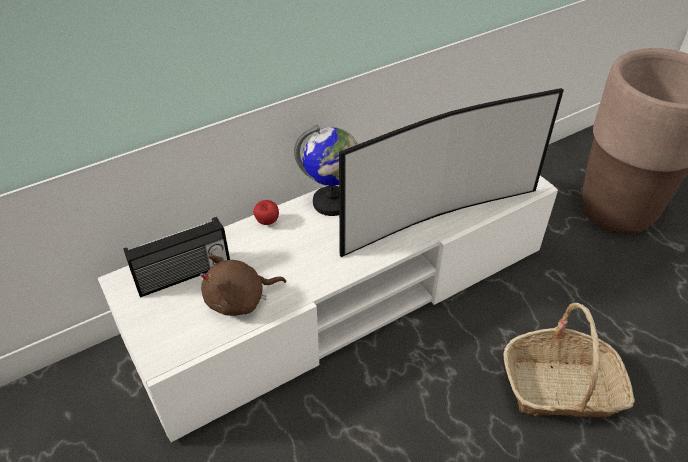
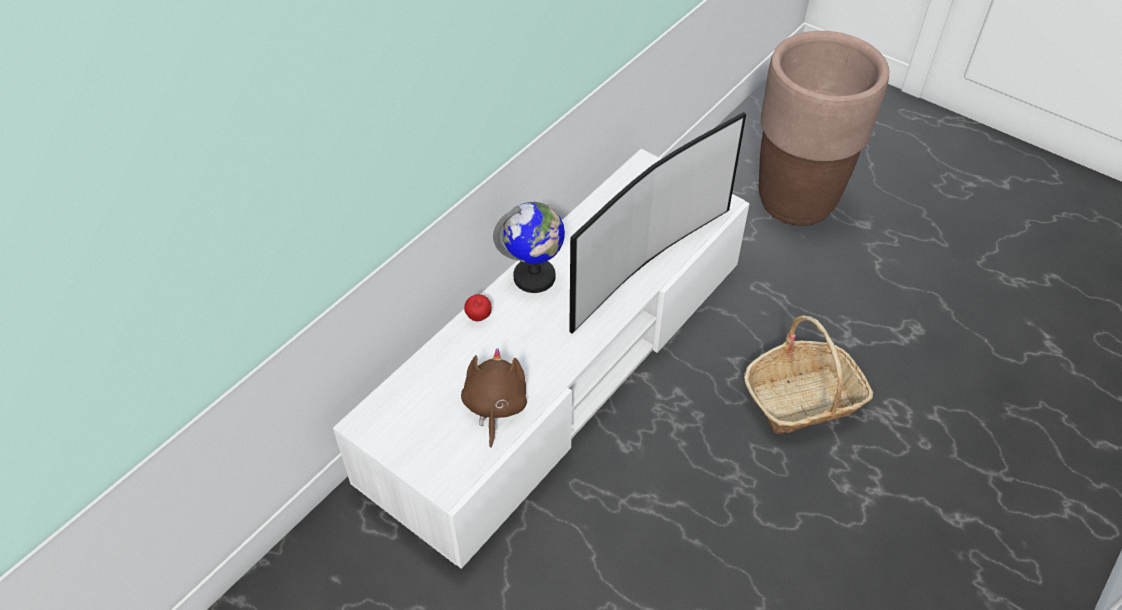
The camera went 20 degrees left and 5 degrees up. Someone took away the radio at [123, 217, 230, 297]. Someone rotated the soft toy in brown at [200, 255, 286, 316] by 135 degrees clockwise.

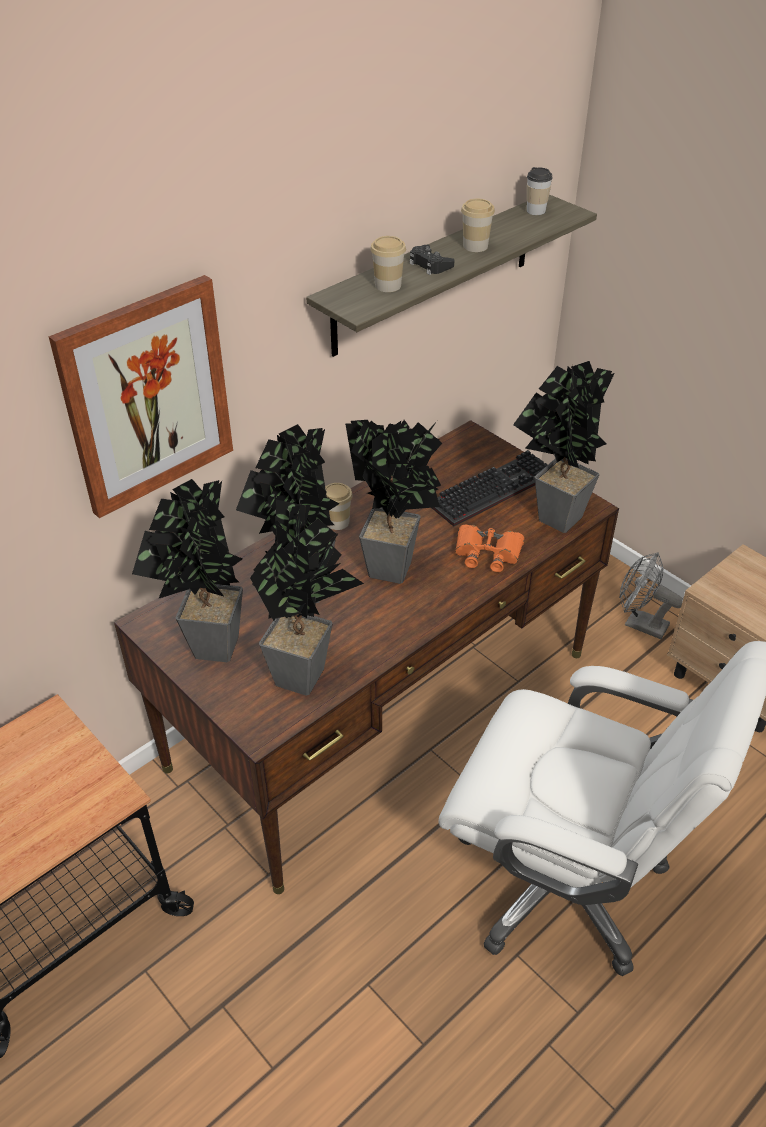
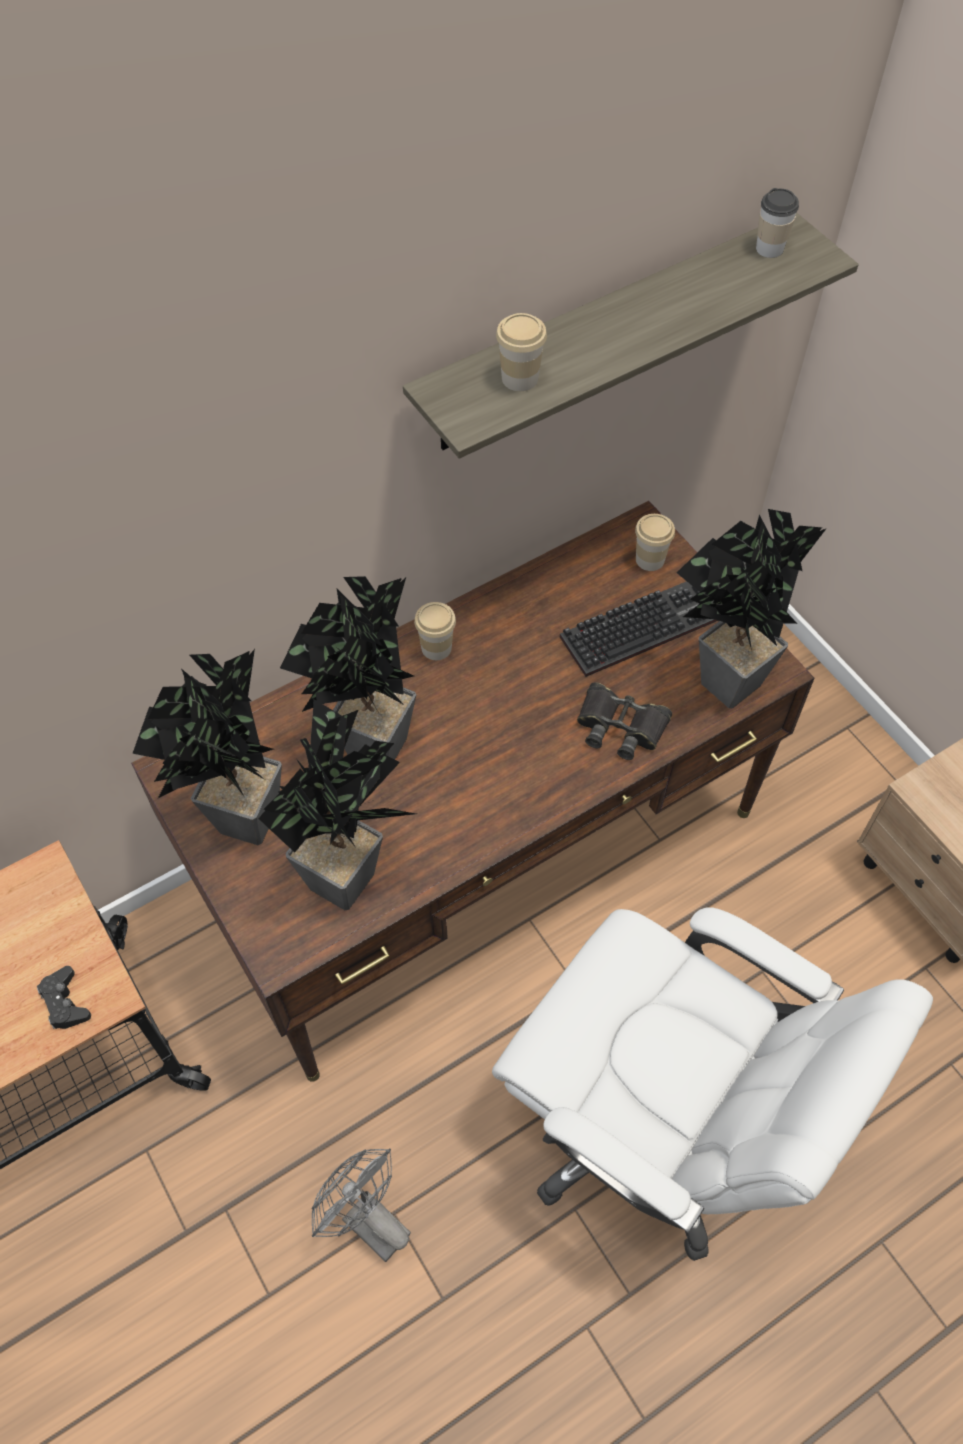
The camera went 10 degrees right and 15 degrees up. Someone carried the drinking cup from [461, 199, 495, 252] to [635, 514, 675, 571]. Someone carried the game controller in black from [409, 245, 454, 275] to [37, 966, 91, 1029]. Someone took away the wall art at [49, 275, 233, 518]. Someone took away the potted plant at [345, 420, 442, 584]. Someone repainted the binoculars in orange at [455, 525, 524, 572], which became the binoculars in black at [577, 682, 672, 760]. Someone carried the electric fan in greyish from [619, 552, 683, 639] to [312, 1148, 411, 1262].

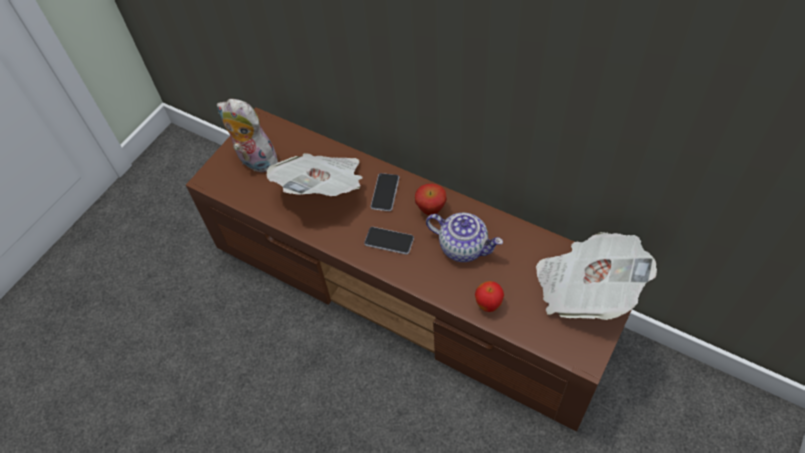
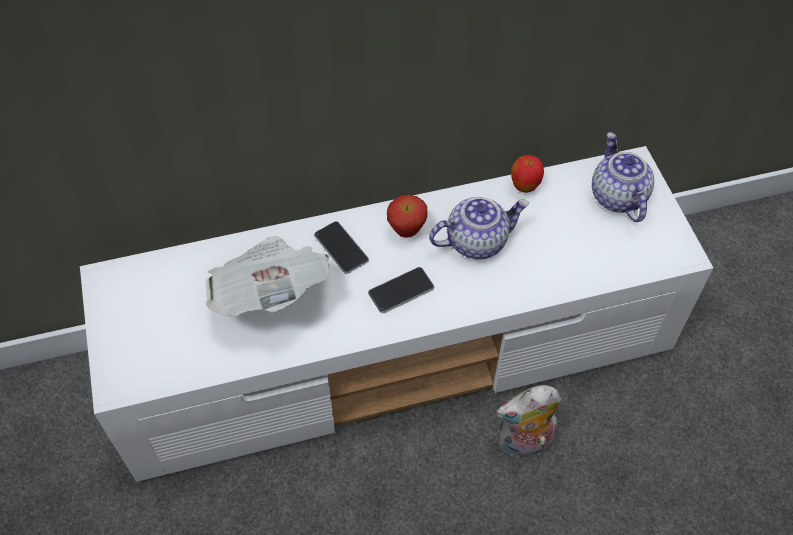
The camera went 50 degrees left and 0 degrees up. Someone carried the soft toy from [217, 99, 283, 172] to [496, 385, 561, 458]. Someone repainted the tv unit in brown at [186, 108, 631, 432], which became the tv unit in white-coloured at [80, 146, 713, 482]. Someone swapped the daily paper at [536, 232, 657, 320] for the pot for tea at [592, 132, 654, 222]. Someone carried the apple fruit from [475, 281, 504, 312] to [511, 155, 544, 193].

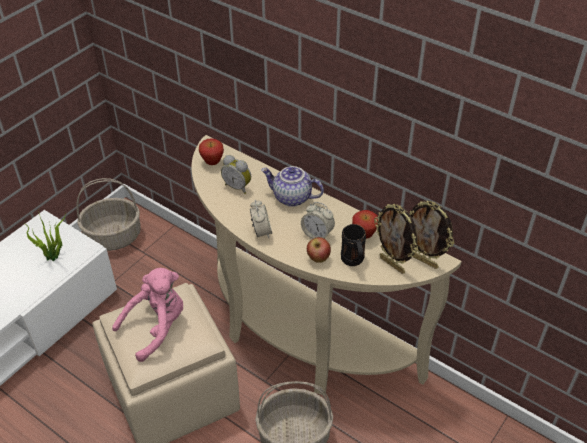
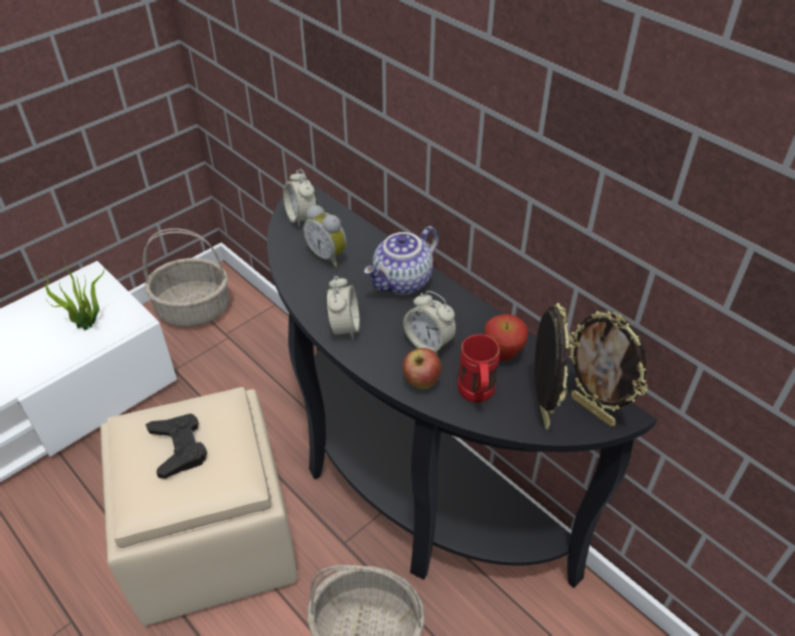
The camera went 10 degrees right and 0 degrees up. Someone repainted the console table in beige-coloured at [192, 135, 462, 395], which became the console table in black at [267, 179, 657, 588]. Someone swapped the apple fruit at [199, 138, 224, 165] for the table clock at [283, 169, 317, 228]. Someone rotated the pot for tea at [261, 166, 324, 207] by 75 degrees counterclockwise. Someone rotated the picture frame at [374, 204, 418, 274] by 150 degrees counterclockwise. Someone repainted the coffee mug in black at [341, 224, 366, 266], which became the coffee mug in red-coloured at [457, 334, 500, 403]. Someone swapped the soft toy in pink at [112, 268, 183, 362] for the game controller in black at [145, 414, 207, 479].

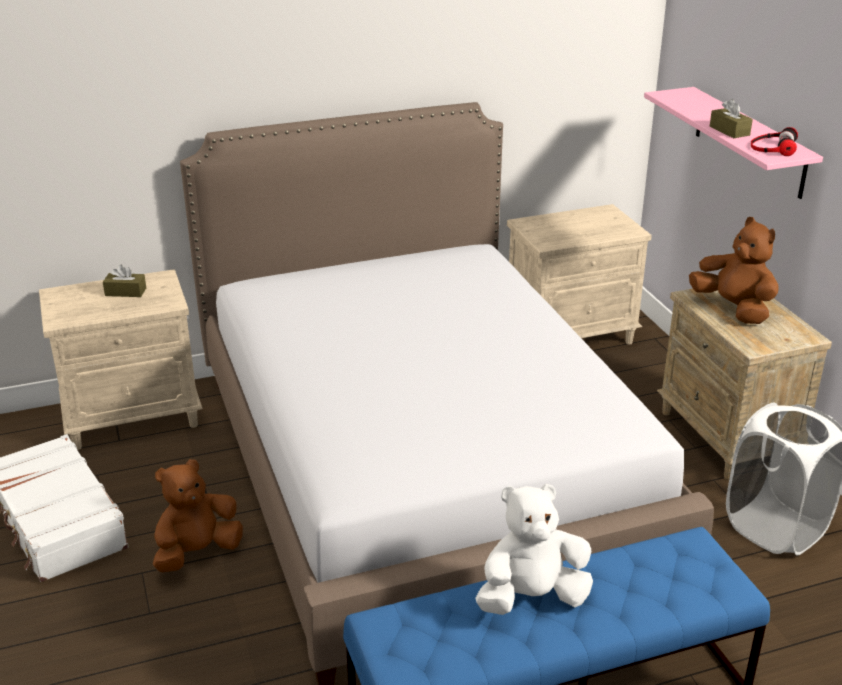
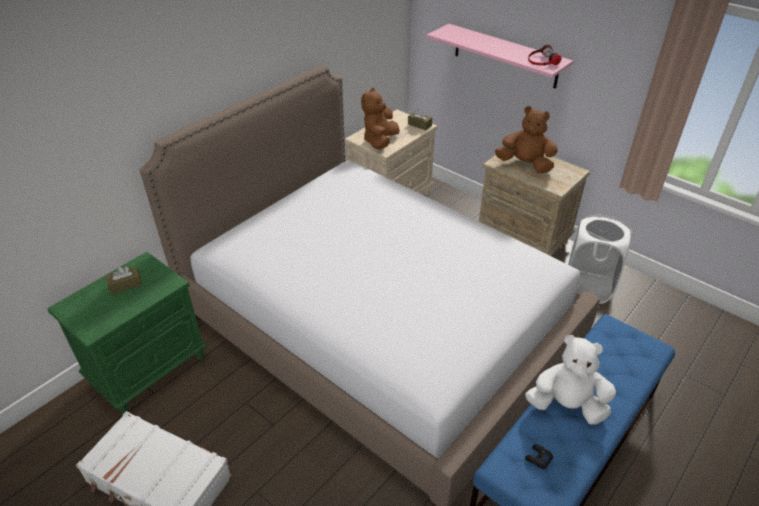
The camera went 30 degrees left and 10 degrees up. Someone carried the tissue holder in brown from [710, 99, 753, 138] to [408, 109, 432, 130]. Someone repainted the bedside table in beige-coloured at [39, 269, 203, 450], which became the bedside table in green at [47, 252, 207, 415]. Someone carried the soft toy in brown from [153, 459, 243, 572] to [361, 87, 400, 150]. Someone rotated the soft toy in white-coloured at [475, 484, 593, 615] by 60 degrees clockwise. Someone put down the game controller in black at [525, 444, 554, 469].

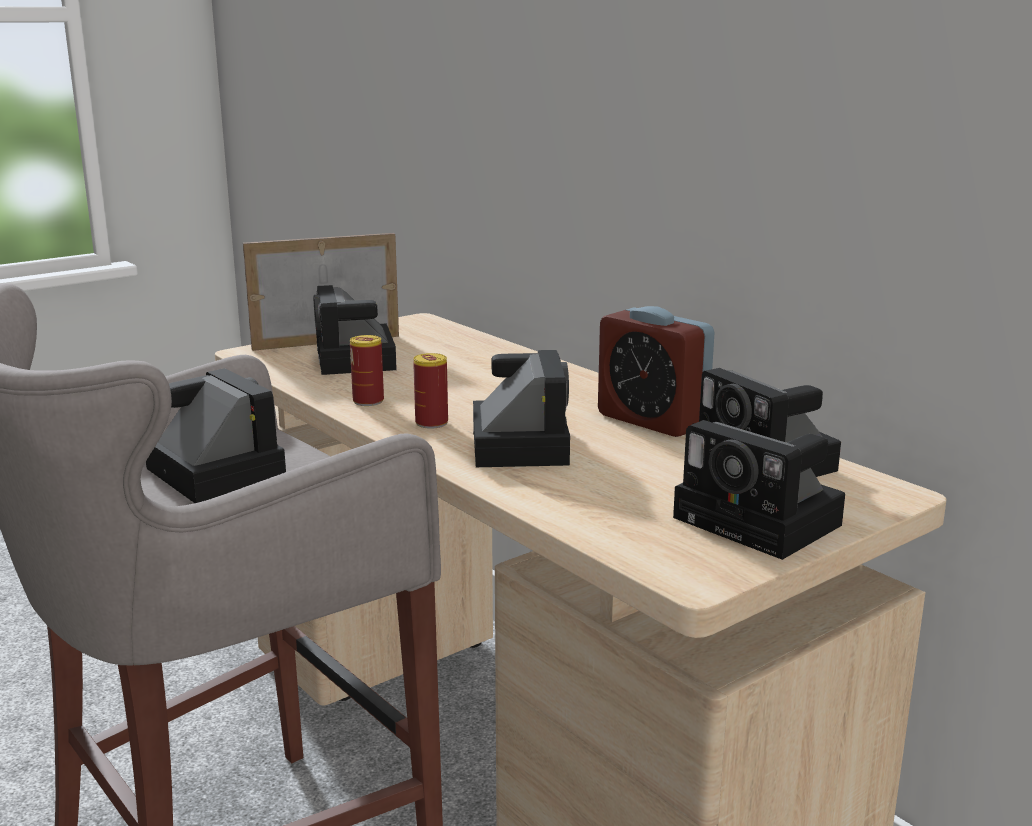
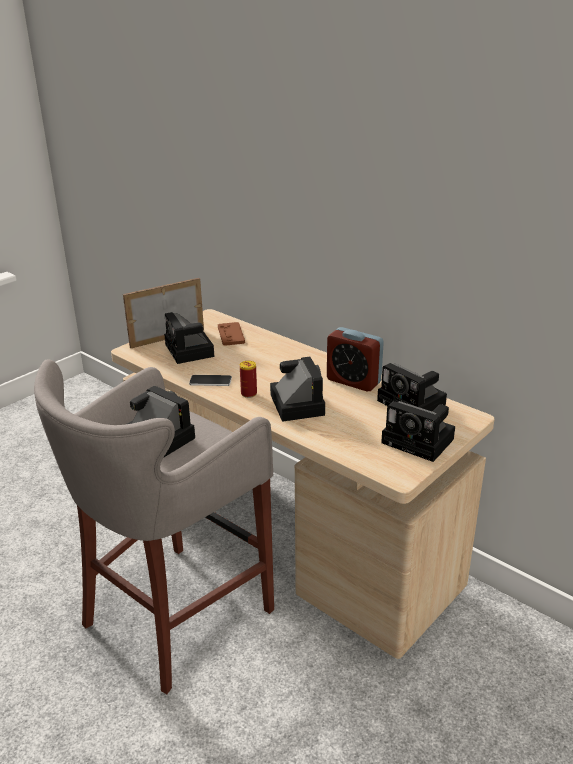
The camera went 10 degrees left and 10 degrees up. Someone swapped the sealed can at [350, 335, 384, 406] for the phone at [189, 375, 232, 386]. Someone put down the game controller in brown at [218, 322, 245, 346].

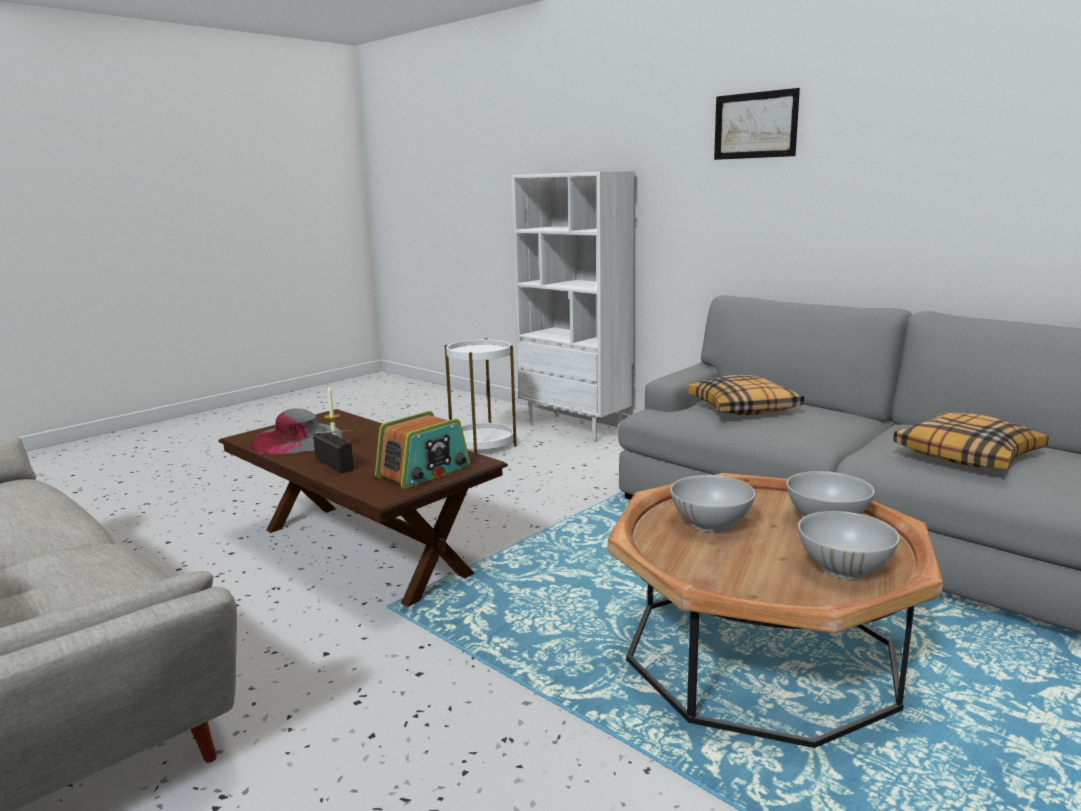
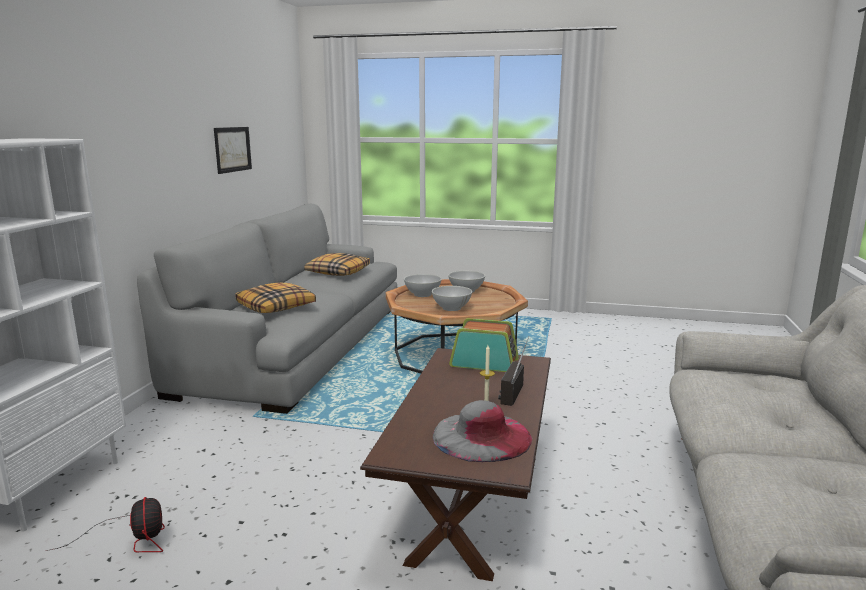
The camera went 120 degrees left and 0 degrees up. Someone carried the wall art from [714, 88, 800, 160] to [214, 127, 252, 174]. Someone swapped the side table in white-coloured at [445, 338, 517, 453] for the electric fan at [46, 497, 165, 552].

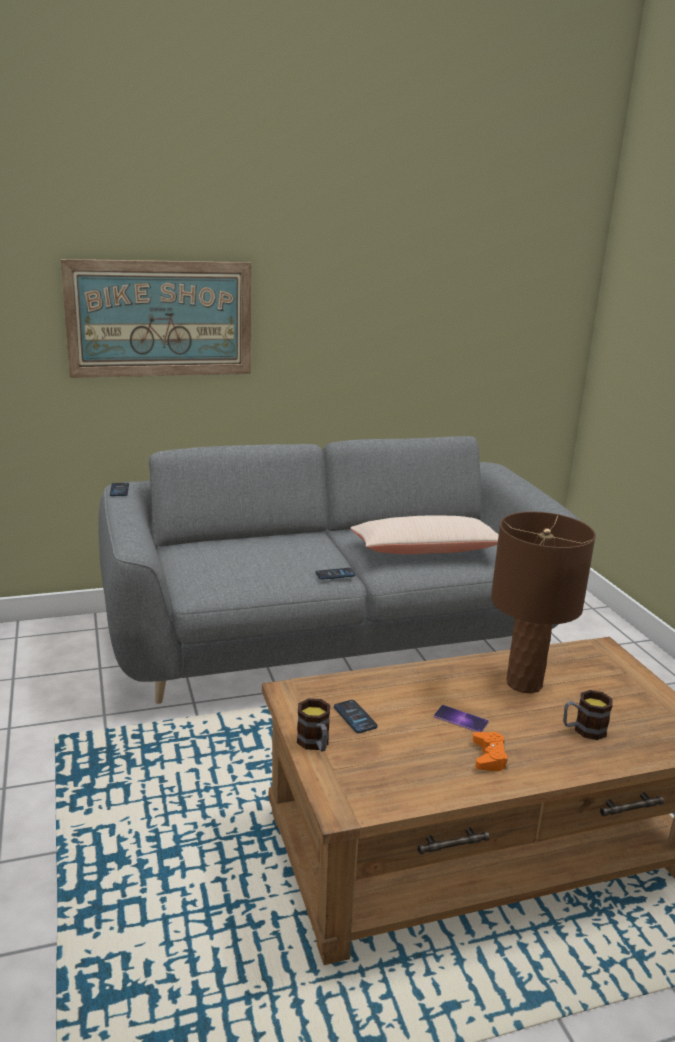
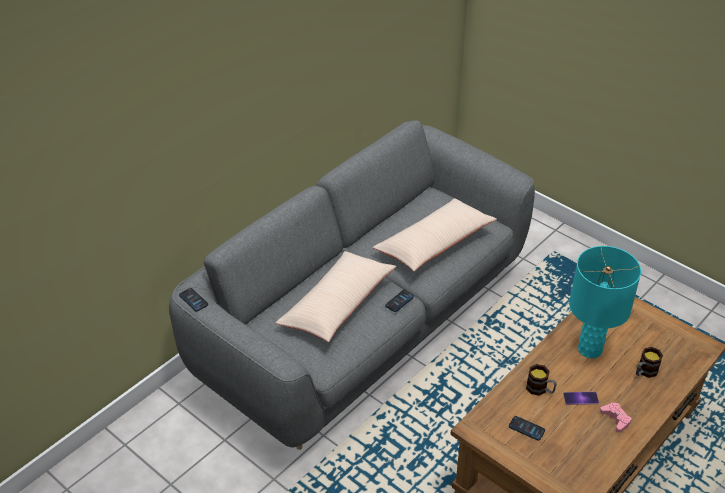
The camera went 30 degrees left and 20 degrees up. Someone took away the wall art at [60, 259, 252, 378]. Someone repainted the lamp for a table in brown at [491, 512, 596, 693], which became the lamp for a table in turquoise-coloured at [569, 246, 641, 358]. Someone carried the coffee mug from [297, 698, 330, 751] to [526, 364, 557, 396]. Someone repainted the game controller in orange at [472, 732, 508, 771], which became the game controller in pink at [600, 402, 632, 433]. Someone put down the pillow in beige-coloured at [276, 251, 396, 342].

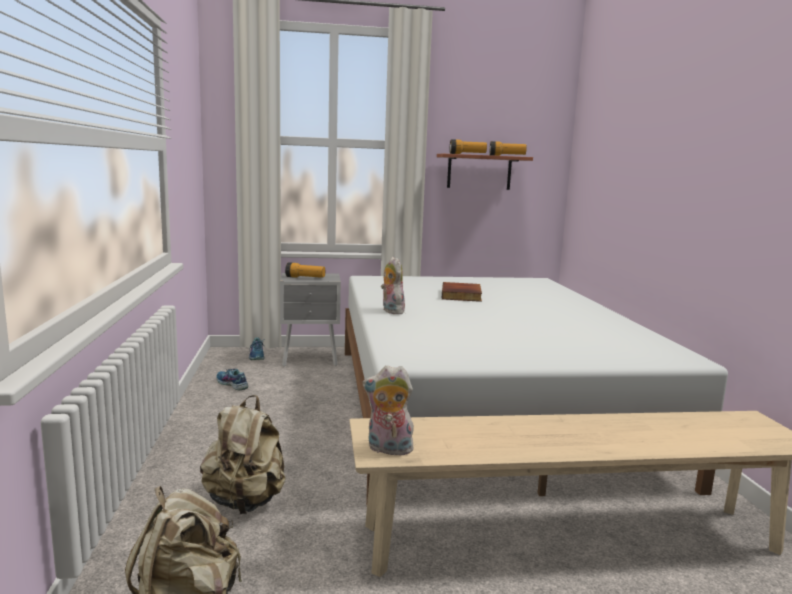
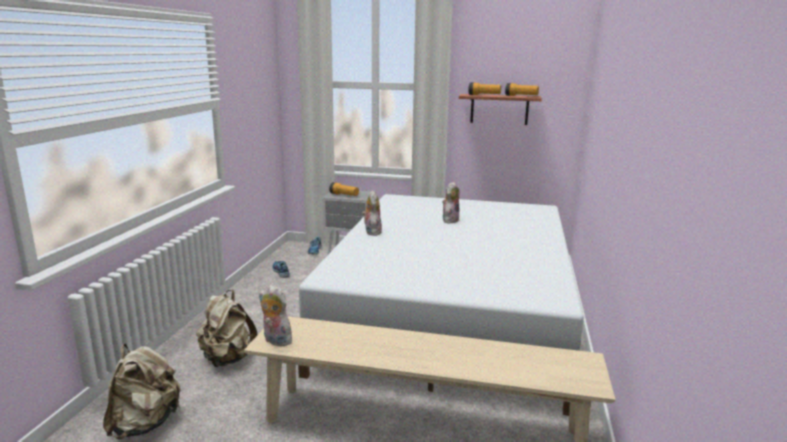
The camera went 20 degrees right and 5 degrees up. Someone swapped the book at [442, 282, 482, 302] for the soft toy at [442, 182, 459, 223].

